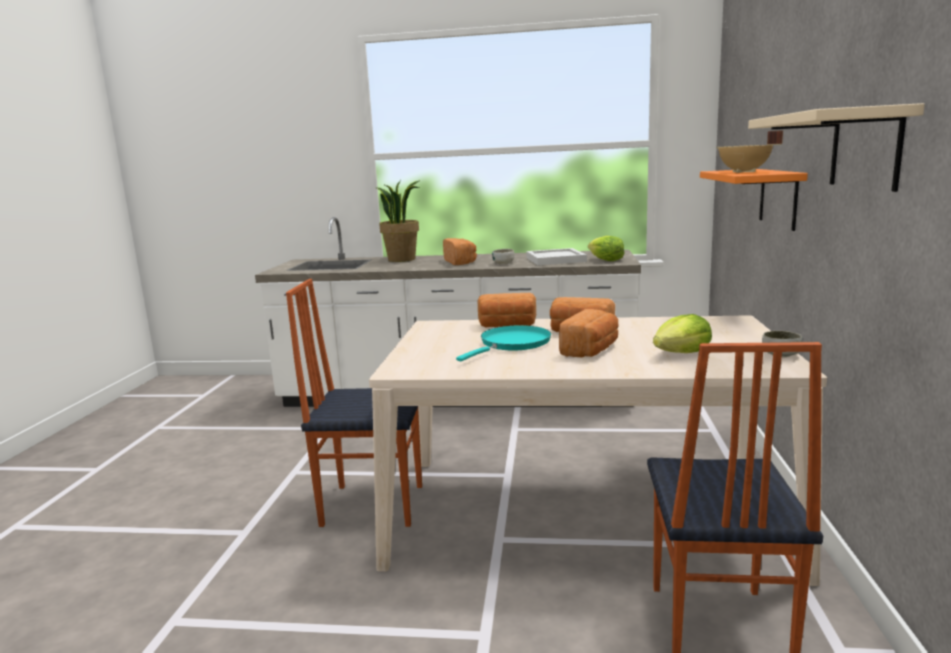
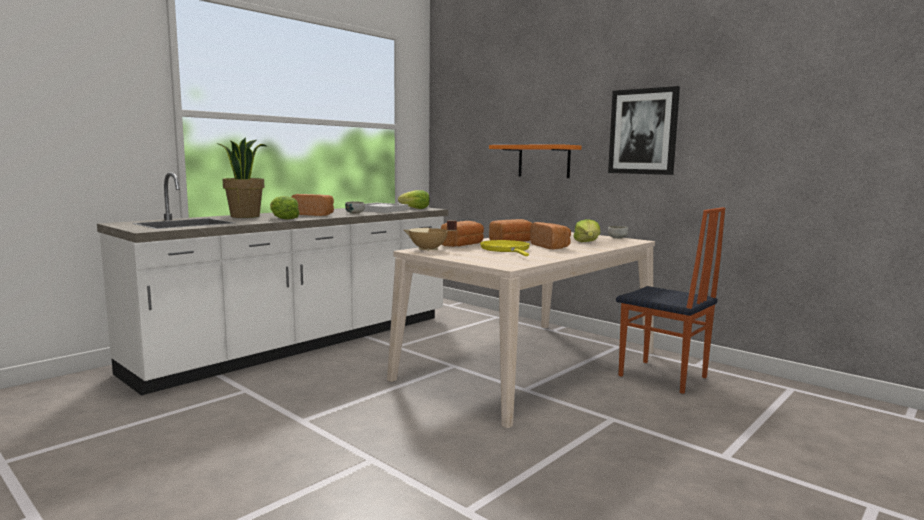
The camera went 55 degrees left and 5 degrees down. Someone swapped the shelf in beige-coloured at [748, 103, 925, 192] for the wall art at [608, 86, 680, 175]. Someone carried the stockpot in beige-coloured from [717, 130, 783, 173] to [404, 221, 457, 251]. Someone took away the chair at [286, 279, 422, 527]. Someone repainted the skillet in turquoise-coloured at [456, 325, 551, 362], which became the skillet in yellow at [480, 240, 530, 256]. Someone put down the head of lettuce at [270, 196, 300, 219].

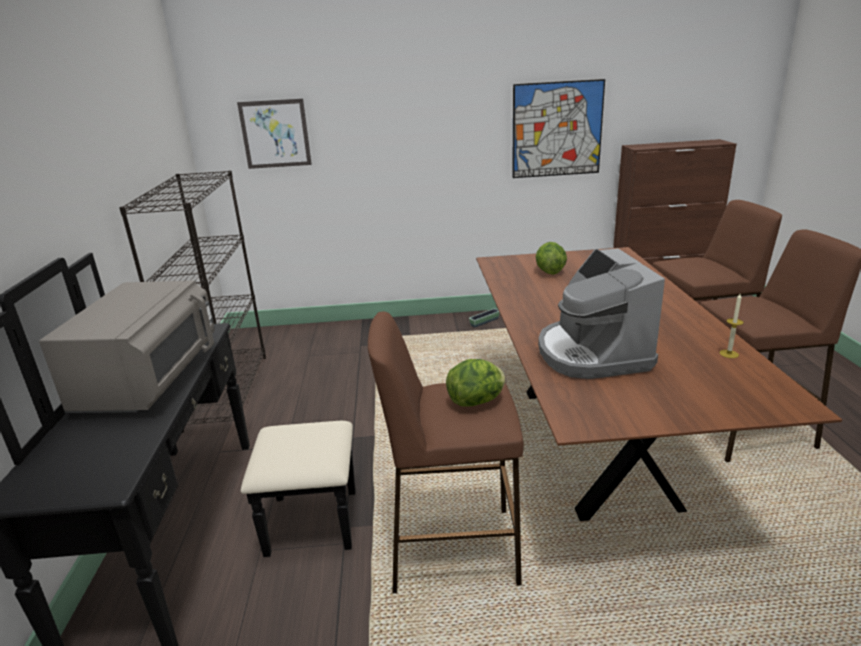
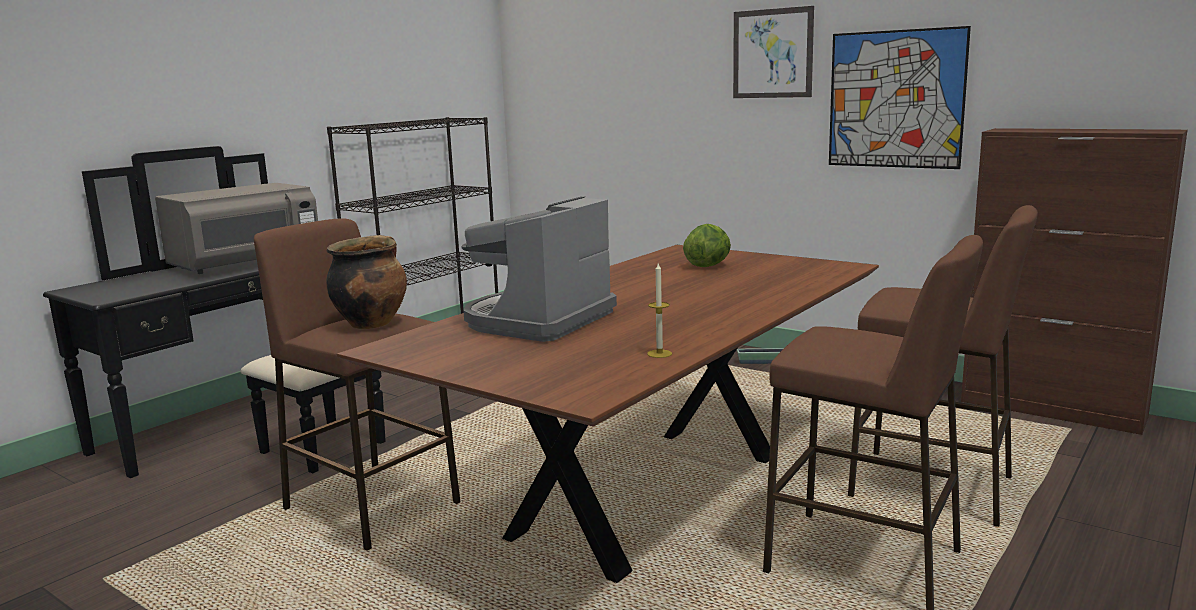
The camera went 40 degrees right and 10 degrees down. Someone carried the wall art from [237, 99, 312, 169] to [733, 6, 814, 98]. Someone swapped the head of lettuce at [446, 359, 505, 407] for the stockpot at [326, 235, 407, 329].

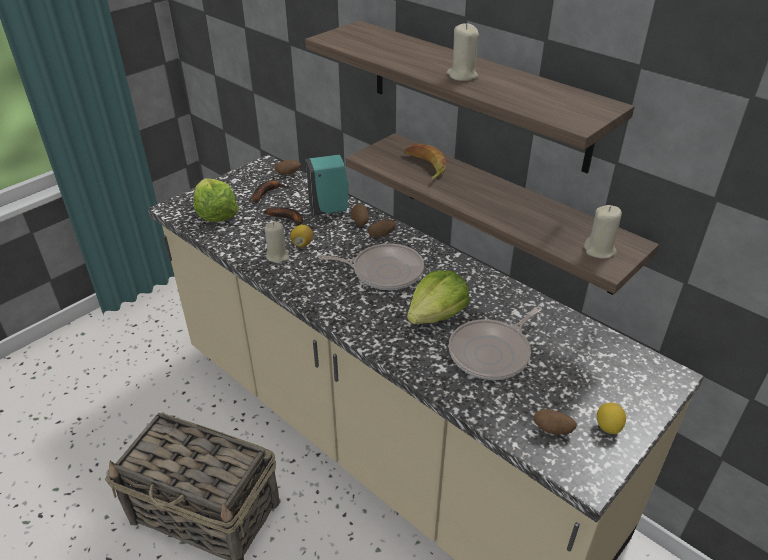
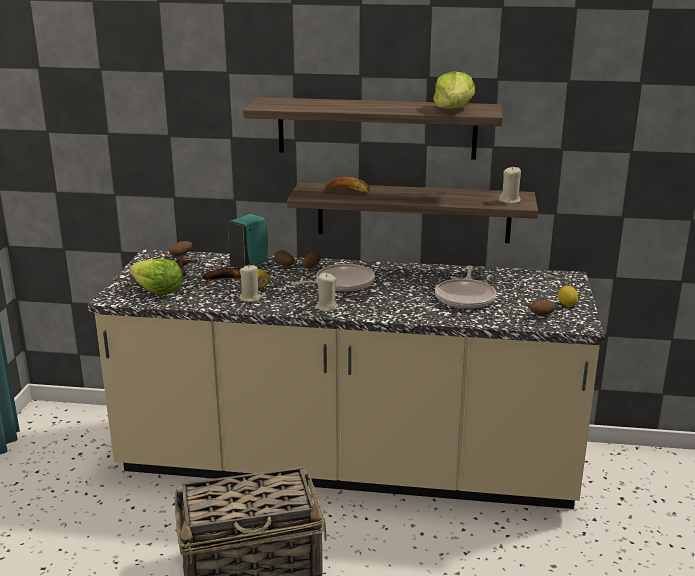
The camera went 35 degrees left and 15 degrees down. Someone carried the candle in beige-coloured from [447, 23, 479, 81] to [315, 273, 338, 312]. Someone carried the head of lettuce from [407, 270, 469, 324] to [433, 71, 475, 109].

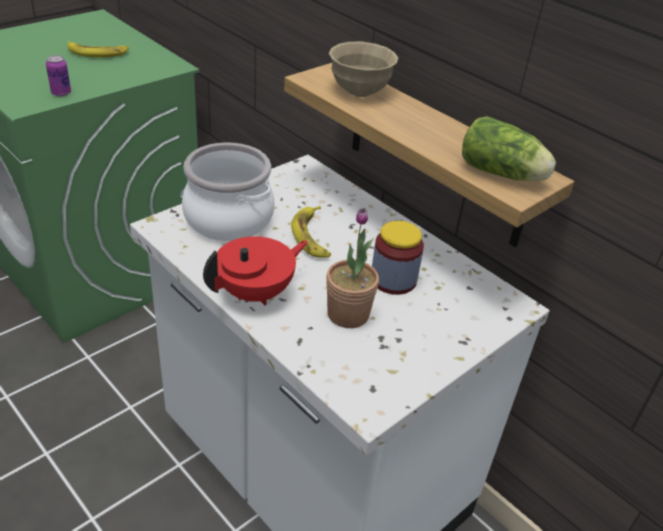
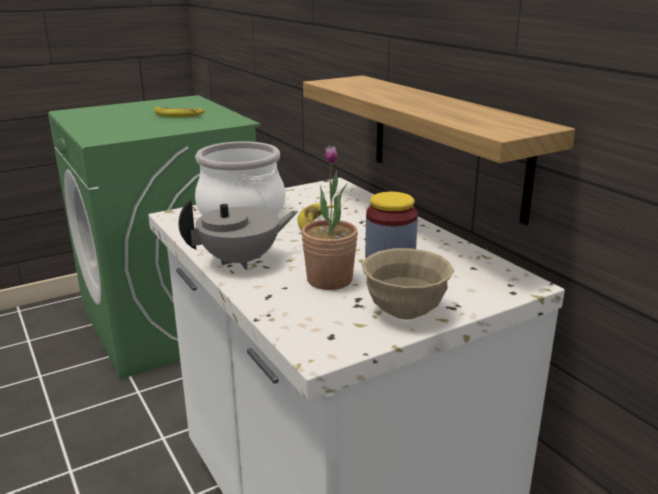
The camera went 15 degrees right and 15 degrees down. Someone carried the deep dish in beige-coloured from [329, 42, 398, 97] to [362, 248, 454, 319]. Someone took away the sealed can at [46, 55, 71, 96]. Someone took away the head of lettuce at [462, 116, 556, 181]. Someone repainted the pot for tea in red-coloured at [203, 236, 308, 305], which became the pot for tea in greyish at [178, 199, 298, 270].

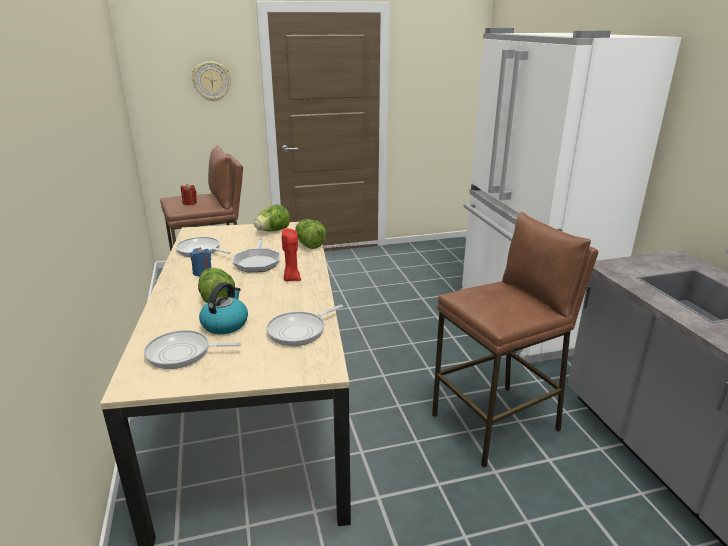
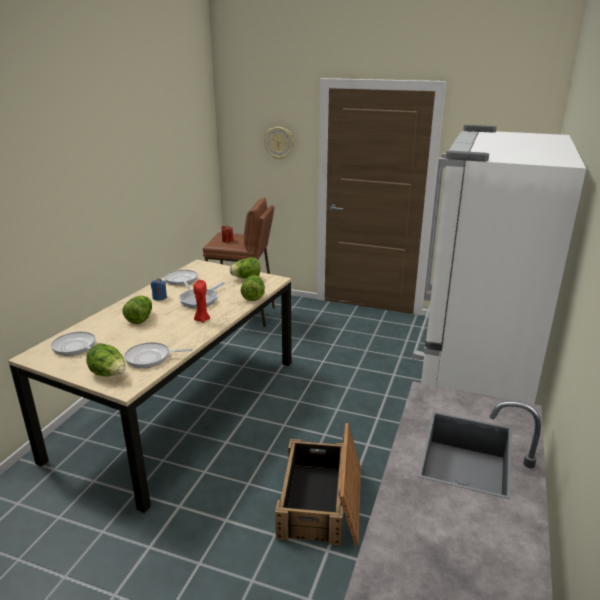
The camera went 35 degrees right and 0 degrees up. Someone swapped the sitting stool in brown at [432, 212, 598, 468] for the packing crate at [275, 423, 361, 546]. Someone took away the kettle at [199, 282, 248, 334]. Someone put down the head of lettuce at [86, 343, 125, 376].

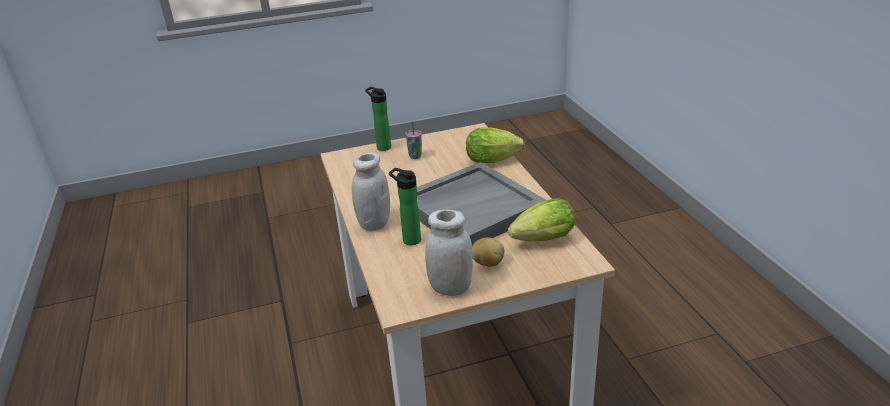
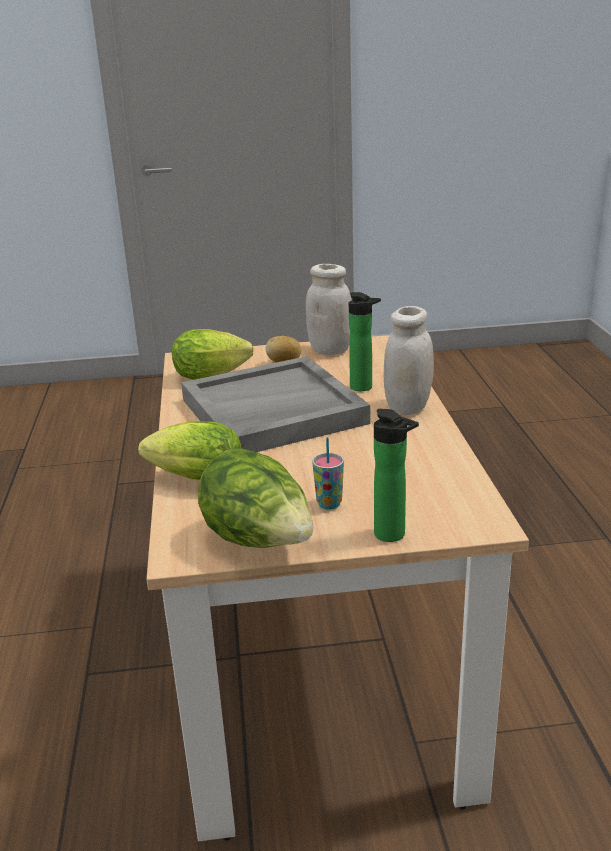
The camera went 170 degrees left and 5 degrees down. Someone put down the head of lettuce at [198, 447, 313, 548].

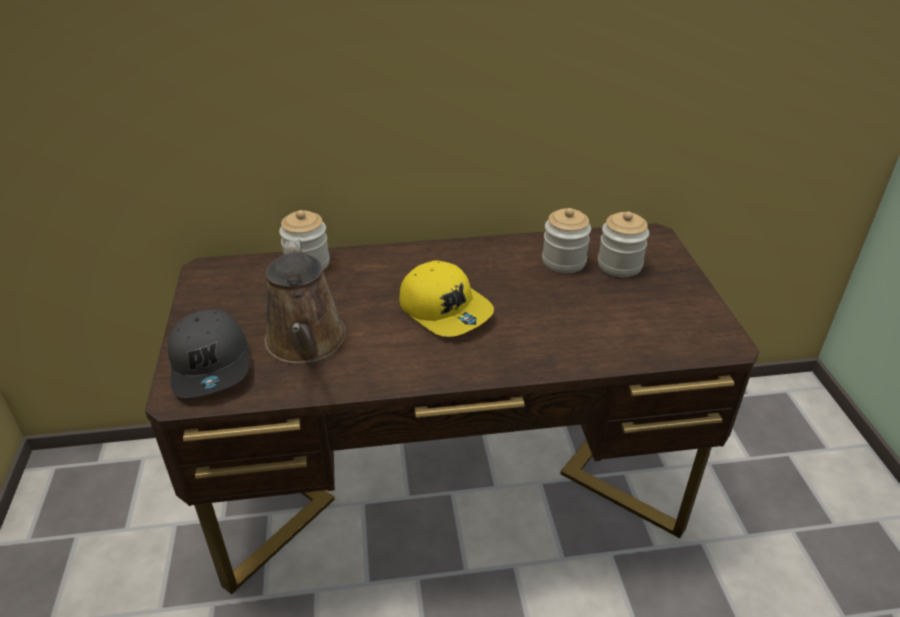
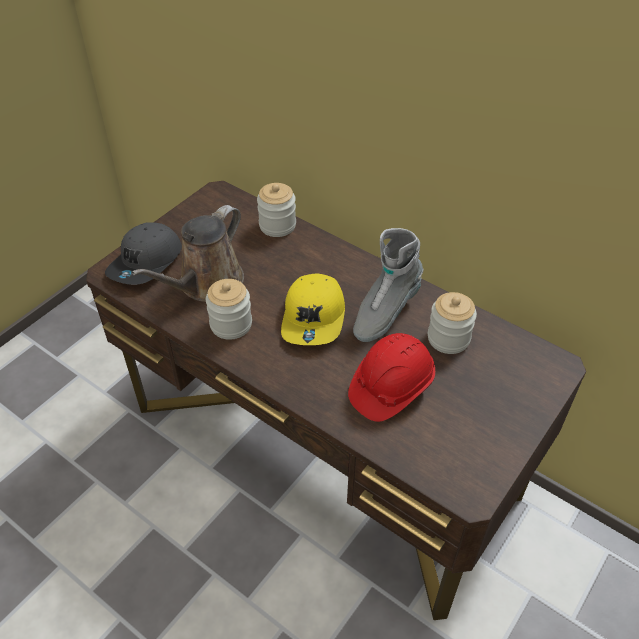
The camera went 45 degrees right and 10 degrees up. Someone carried the preserve jar from [598, 211, 649, 277] to [206, 279, 252, 340]. Someone put down the boot in greyish at [353, 228, 424, 342]. Someone put down the work helmet in red-coloured at [348, 333, 435, 422].

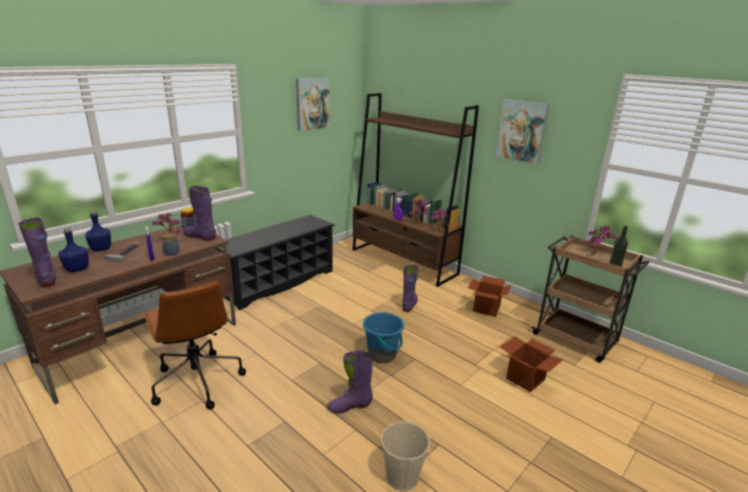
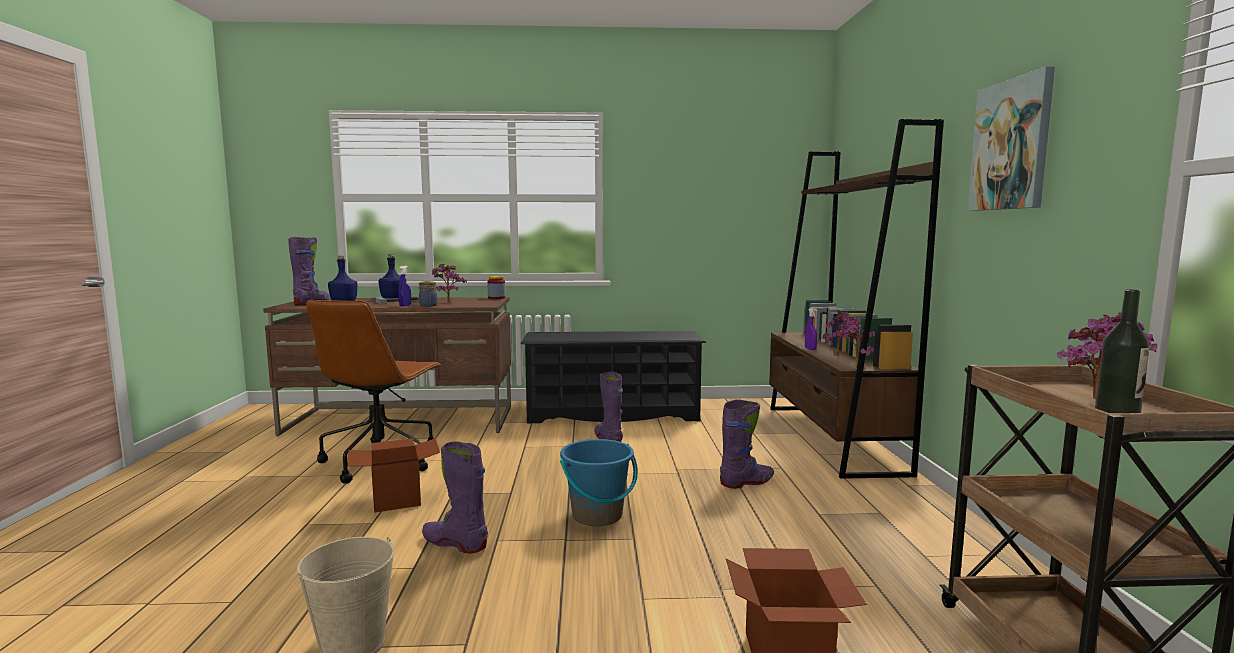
The camera went 45 degrees right and 15 degrees down. Someone took away the wall art at [296, 77, 330, 131]. Someone carried the boot in purple-coloured from [183, 186, 216, 241] to [594, 372, 623, 442]. Someone carried the carton from [468, 275, 511, 317] to [347, 438, 440, 513].

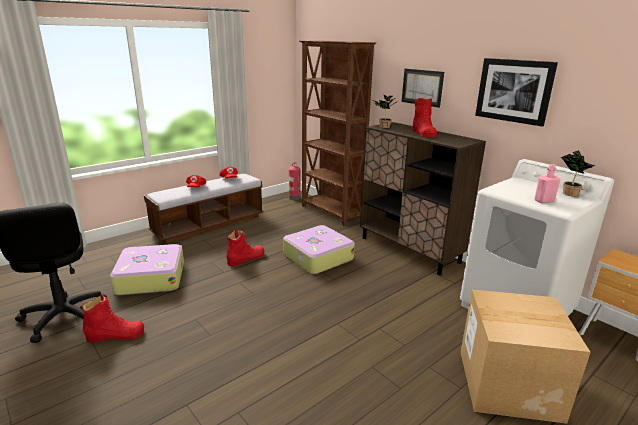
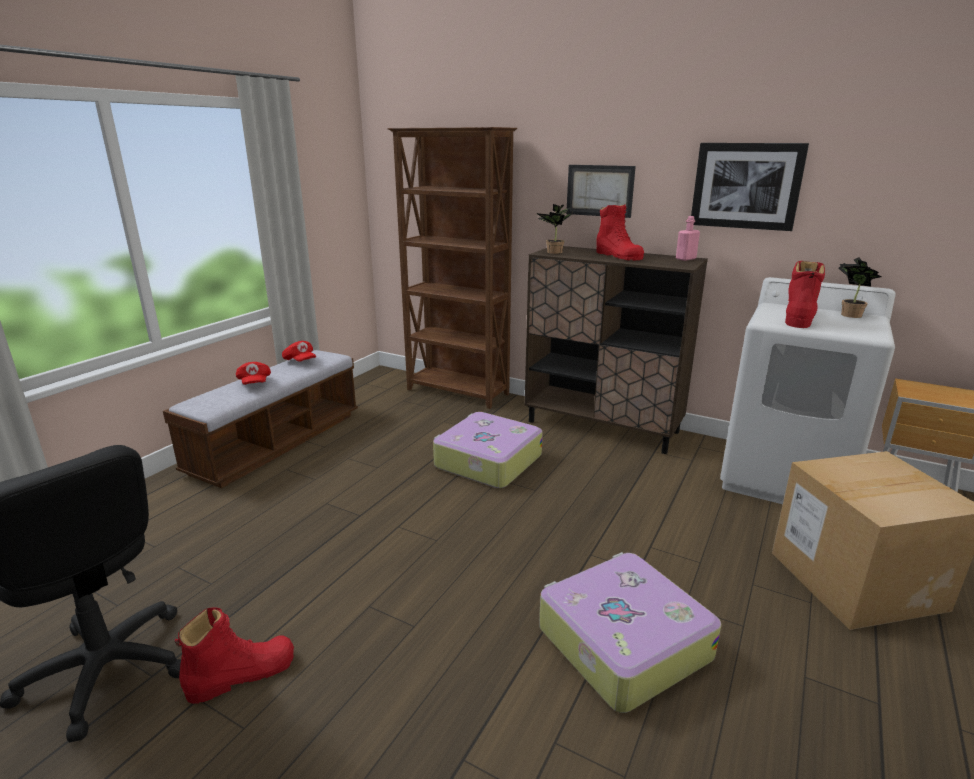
The camera went 20 degrees left and 0 degrees up. Someone took away the extinguisher at [289, 162, 301, 200]. Someone carried the beverage bottle in pink from [534, 164, 560, 203] to [676, 216, 700, 261]. Someone carried the boot in red-coloured from [226, 230, 264, 266] to [785, 261, 825, 328]. Someone carried the piece of luggage from [110, 244, 184, 295] to [539, 552, 721, 713].

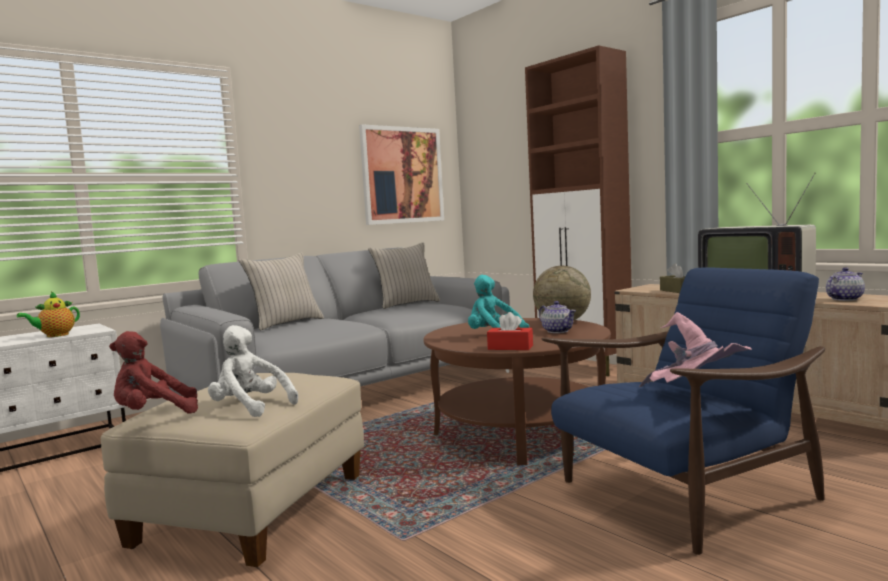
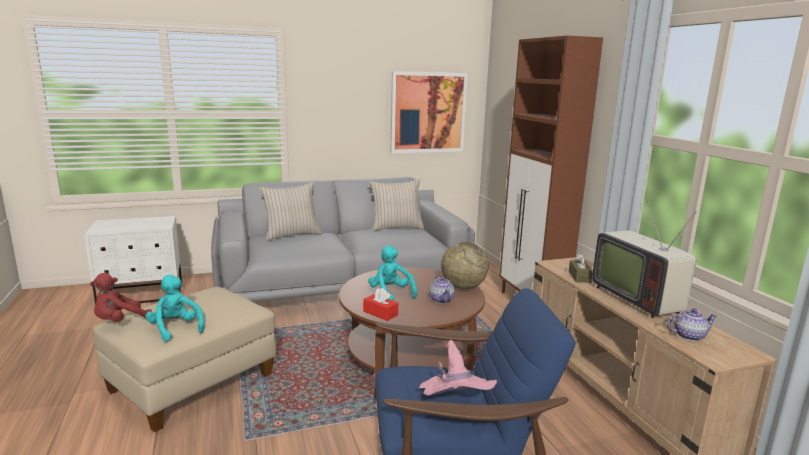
The camera went 20 degrees right and 10 degrees up. Someone took away the pot for tea at [17, 291, 80, 337]. Someone repainted the soft toy in white-coloured at [208, 325, 298, 417], which became the soft toy in turquoise-coloured at [146, 275, 204, 342]. Someone rotated the soft toy in red-coloured at [109, 331, 198, 414] by 45 degrees counterclockwise.

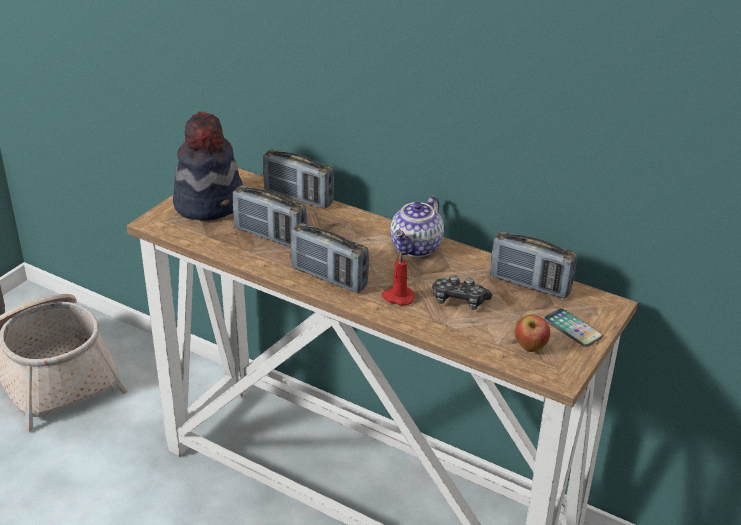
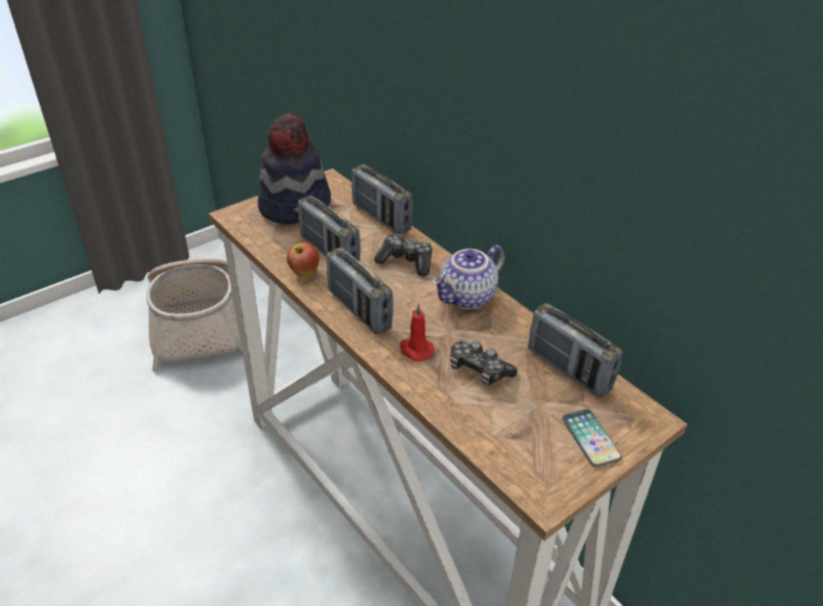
The camera went 20 degrees right and 5 degrees up. Someone carried the apple fruit from [515, 315, 550, 352] to [287, 242, 319, 277]. Someone put down the game controller at [374, 234, 432, 276].

